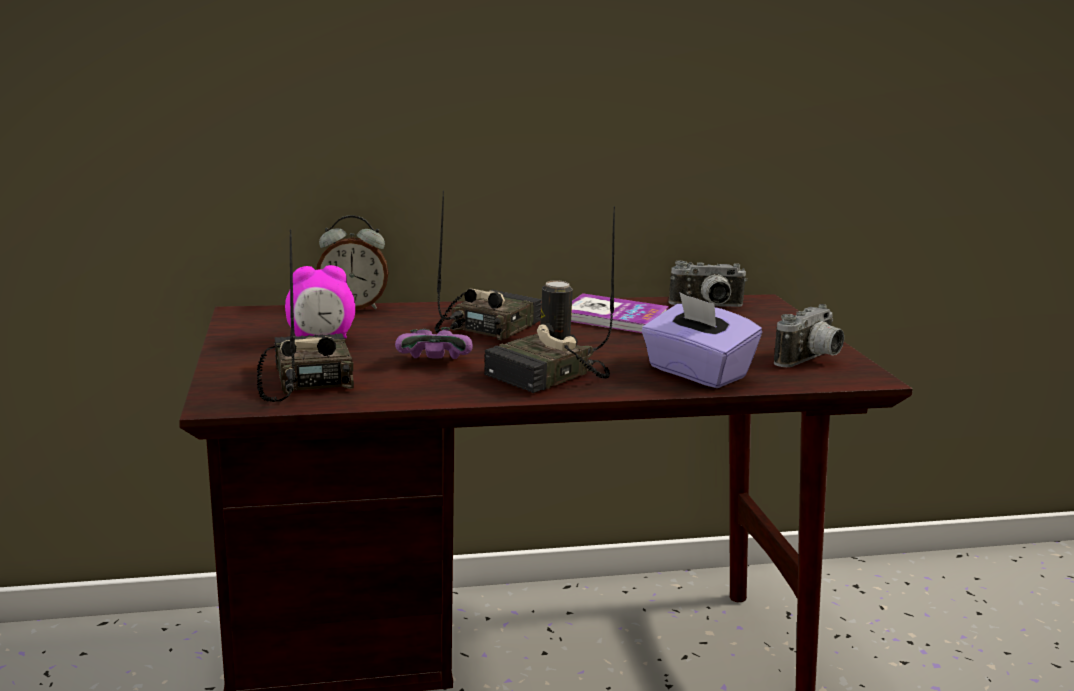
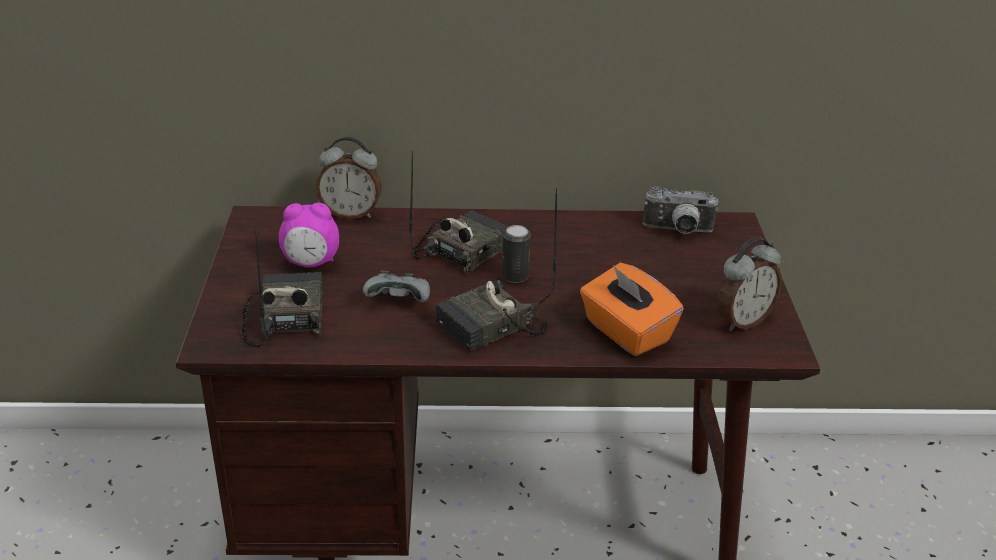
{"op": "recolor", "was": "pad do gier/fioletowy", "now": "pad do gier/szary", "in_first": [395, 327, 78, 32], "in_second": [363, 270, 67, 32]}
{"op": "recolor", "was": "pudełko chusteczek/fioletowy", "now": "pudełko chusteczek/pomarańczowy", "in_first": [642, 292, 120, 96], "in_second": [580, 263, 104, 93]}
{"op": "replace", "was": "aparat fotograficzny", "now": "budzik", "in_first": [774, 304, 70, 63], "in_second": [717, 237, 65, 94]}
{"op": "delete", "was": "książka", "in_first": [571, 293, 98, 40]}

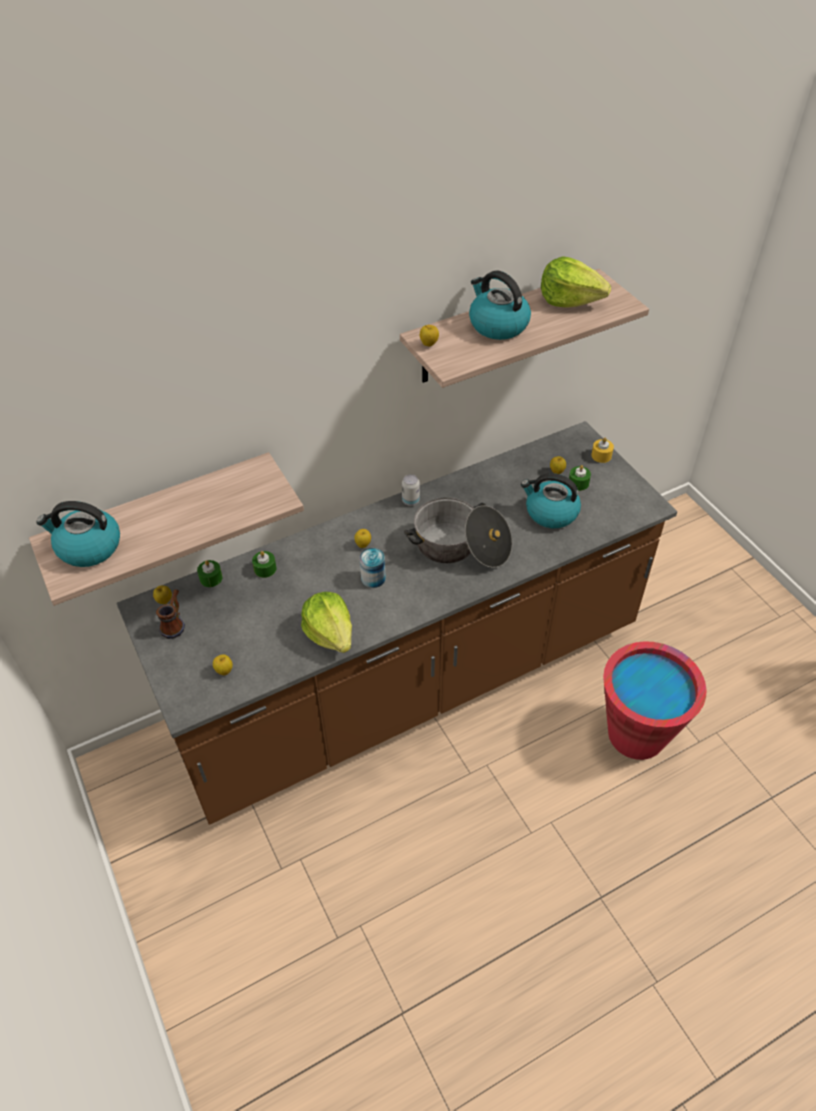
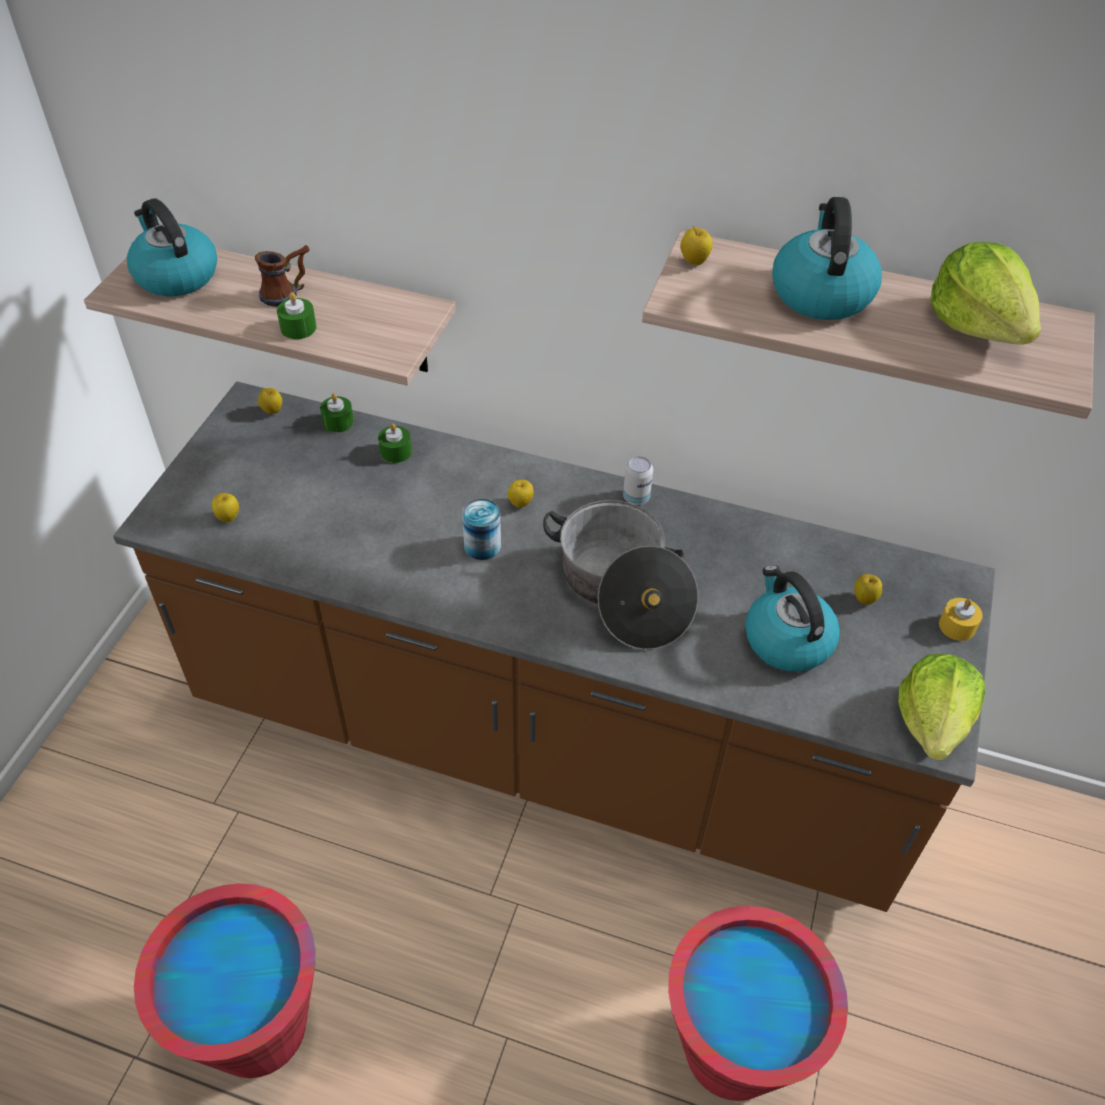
{"op": "insert", "now": "wiadro/czerwony", "in_second": [134, 883, 181, 195]}
{"op": "move", "was": "kubek", "in_first": [156, 589, 29, 50], "in_second": [255, 245, 55, 62]}
{"op": "move", "was": "świeca/zielony", "in_first": [569, 465, 22, 26], "in_second": [277, 292, 39, 47]}
{"op": "move", "was": "sałata", "in_first": [301, 592, 51, 61], "in_second": [898, 654, 87, 106]}

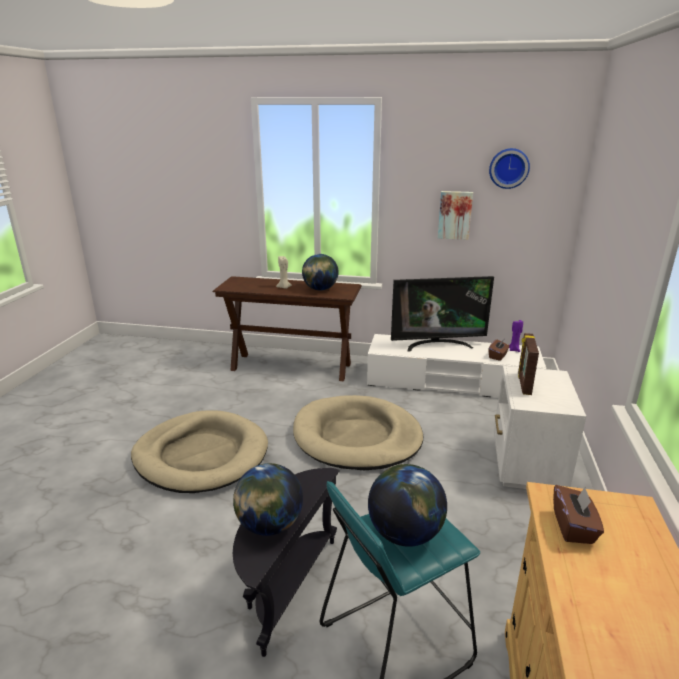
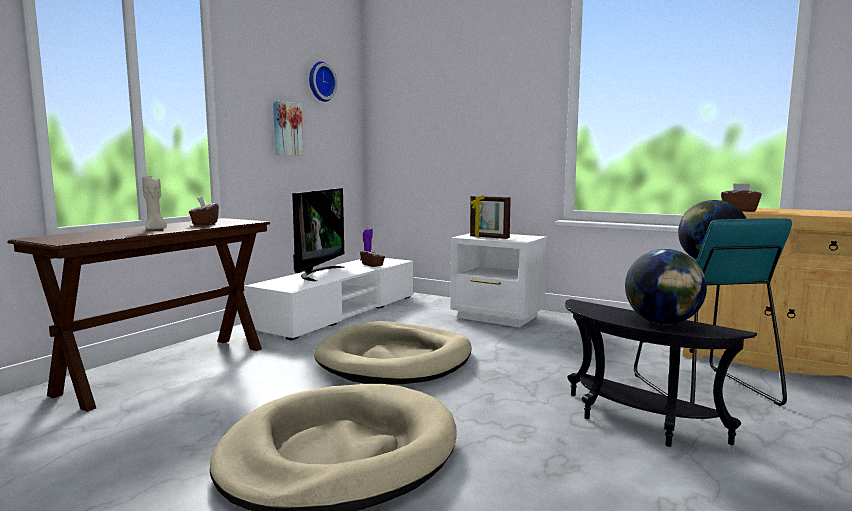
{"op": "replace", "was": "globus", "now": "pudełko chusteczek/brązowy", "in_first": [302, 254, 37, 37], "in_second": [189, 197, 30, 28]}

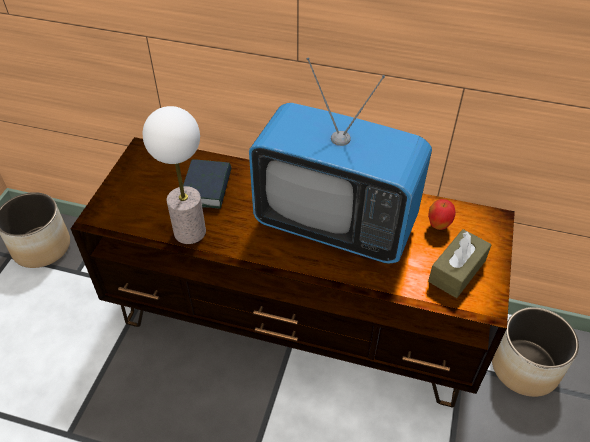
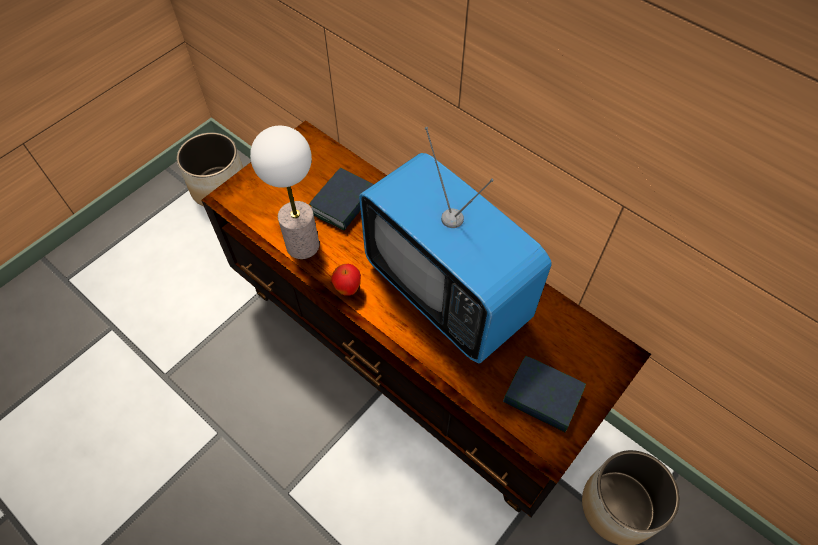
{"op": "move", "was": "jabłko", "in_first": [428, 199, 28, 31], "in_second": [331, 264, 30, 32]}
{"op": "replace", "was": "pudełko chusteczek/brązowy", "now": "książka", "in_first": [428, 229, 63, 69], "in_second": [503, 356, 83, 76]}

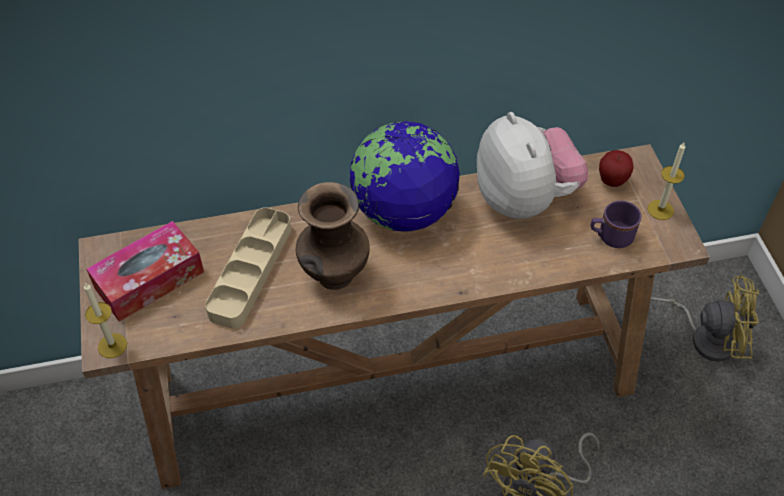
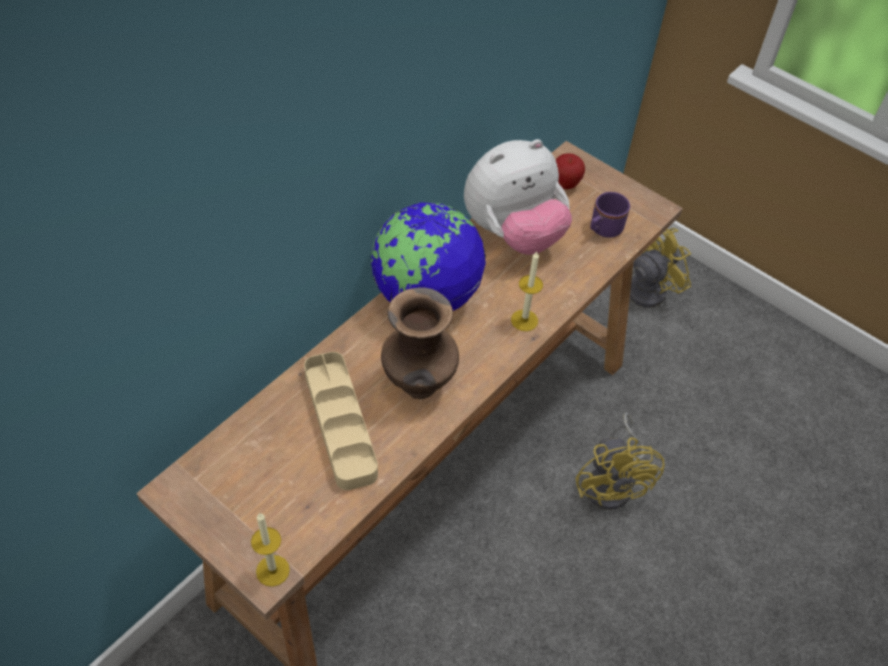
{"op": "rotate", "was": "pluszak", "in_first": [477, 112, 111, 107], "in_second": [464, 139, 108, 116], "clockwise": 120}
{"op": "move", "was": "świeca", "in_first": [647, 142, 38, 78], "in_second": [511, 252, 32, 79]}
{"op": "delete", "was": "pudełko chusteczek", "in_first": [86, 221, 118, 101]}

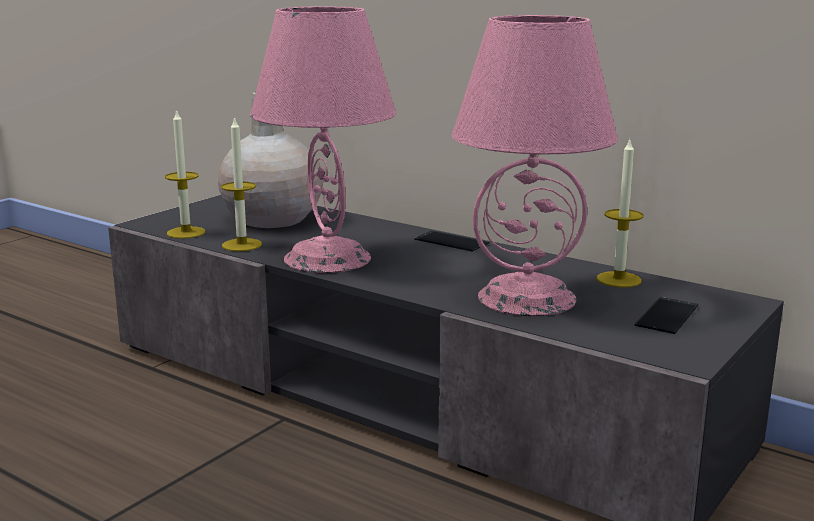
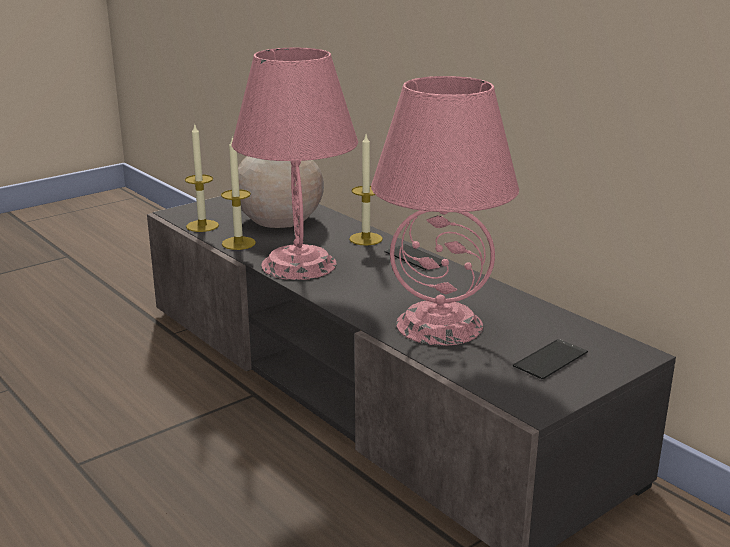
{"op": "move", "was": "świeca", "in_first": [597, 140, 47, 148], "in_second": [349, 135, 34, 110]}

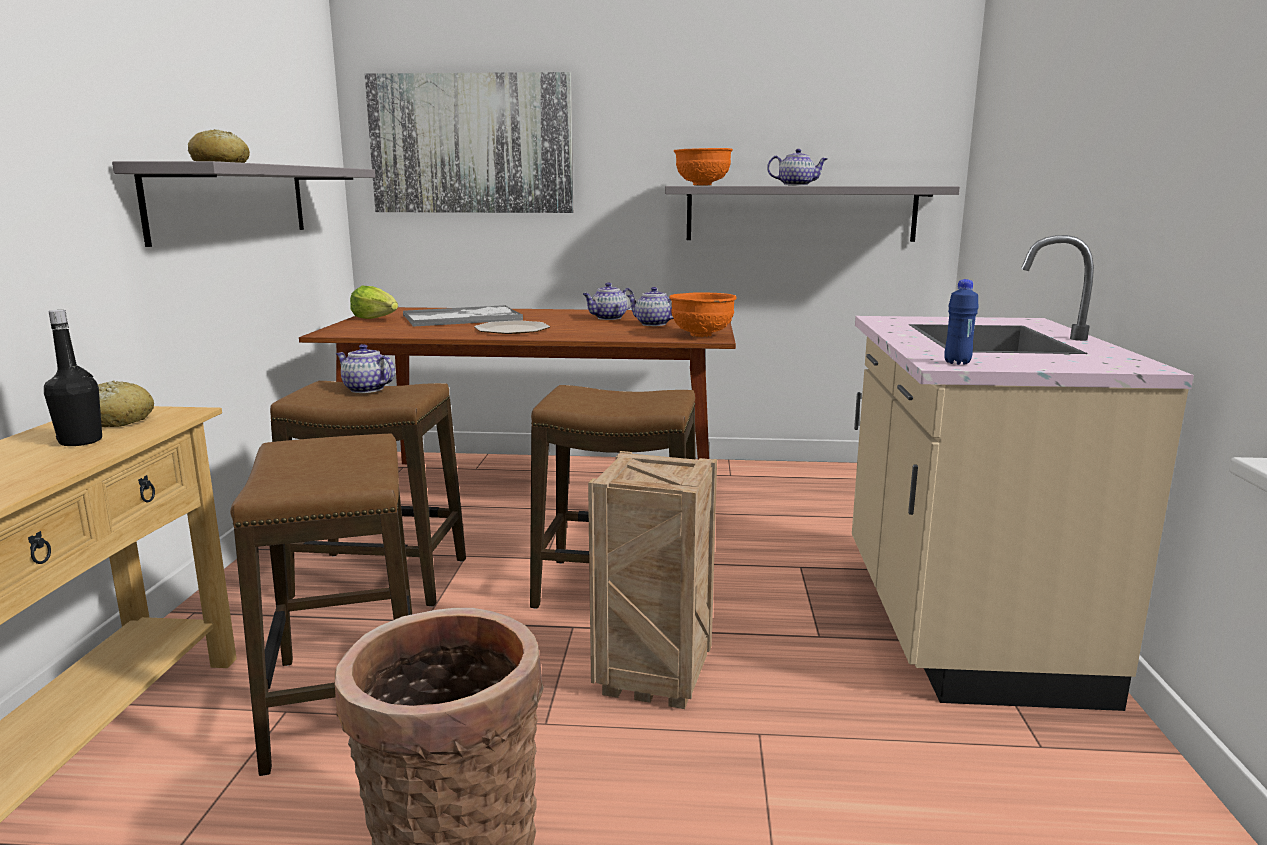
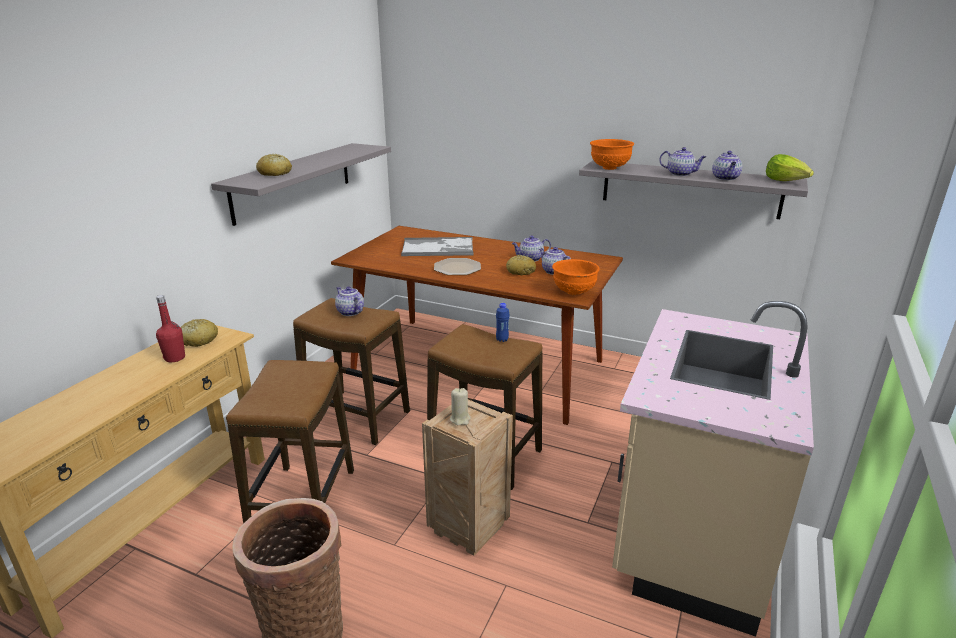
{"op": "recolor", "was": "butelka/czarny", "now": "butelka/czerwony", "in_first": [44, 310, 58, 136], "in_second": [156, 295, 29, 67]}
{"op": "insert", "now": "świeca/beżowy", "in_second": [450, 388, 21, 37]}
{"op": "move", "was": "butelka/niebieski", "in_first": [944, 279, 35, 86], "in_second": [496, 303, 14, 39]}
{"op": "insert", "now": "chleb", "in_second": [506, 255, 30, 20]}
{"op": "insert", "now": "imbryk", "in_second": [712, 151, 31, 30]}
{"op": "move", "was": "sałata", "in_first": [350, 286, 48, 33], "in_second": [766, 154, 48, 27]}
{"op": "delete", "was": "obraz", "in_first": [365, 72, 208, 141]}

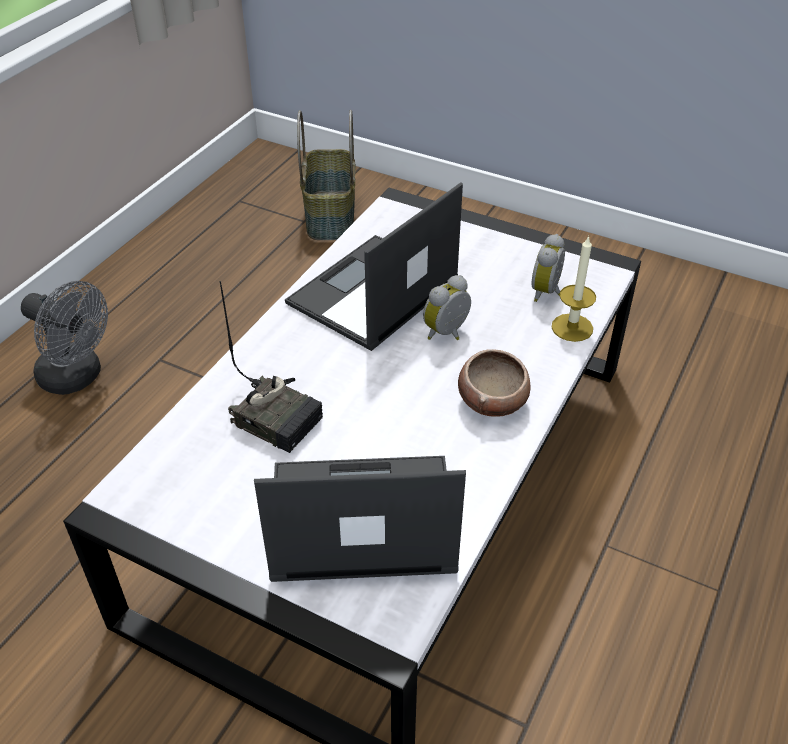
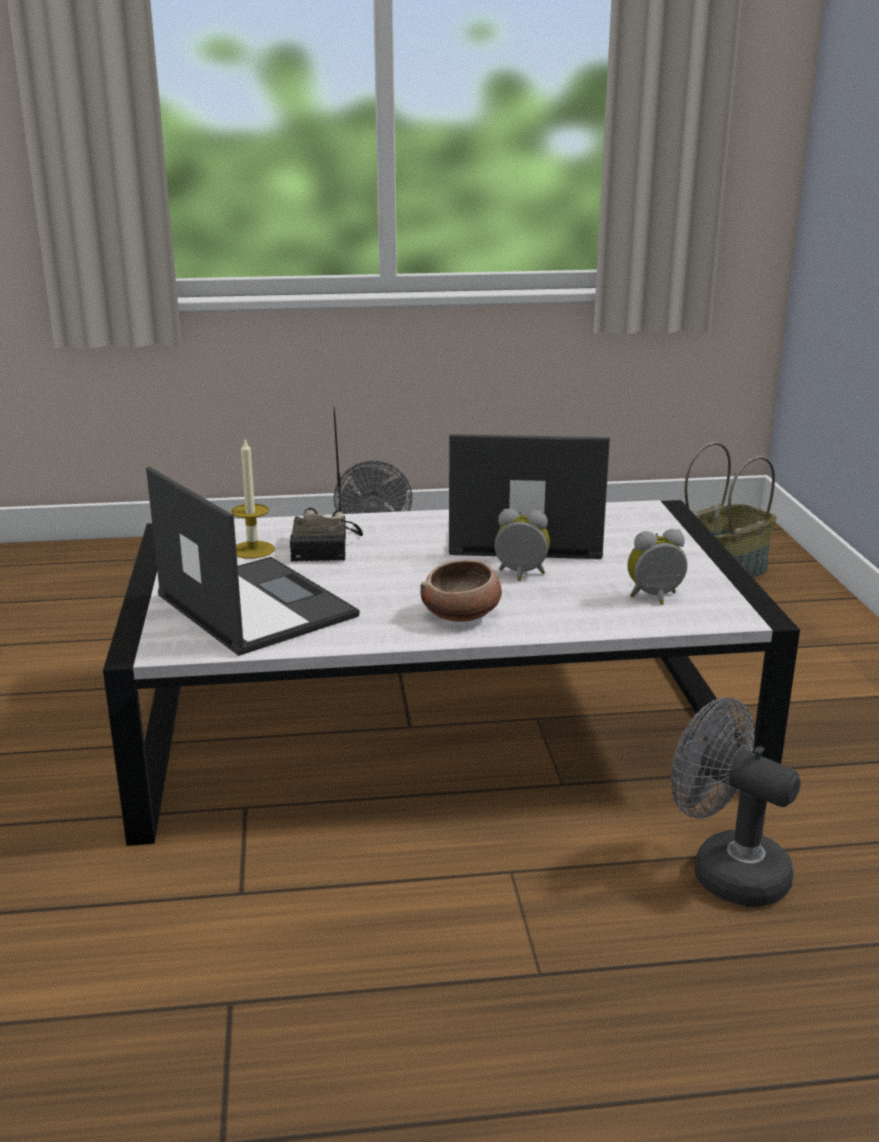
{"op": "move", "was": "świeca", "in_first": [551, 235, 45, 107], "in_second": [231, 440, 44, 119]}
{"op": "insert", "now": "wentylator/szary", "in_second": [671, 697, 130, 210]}

